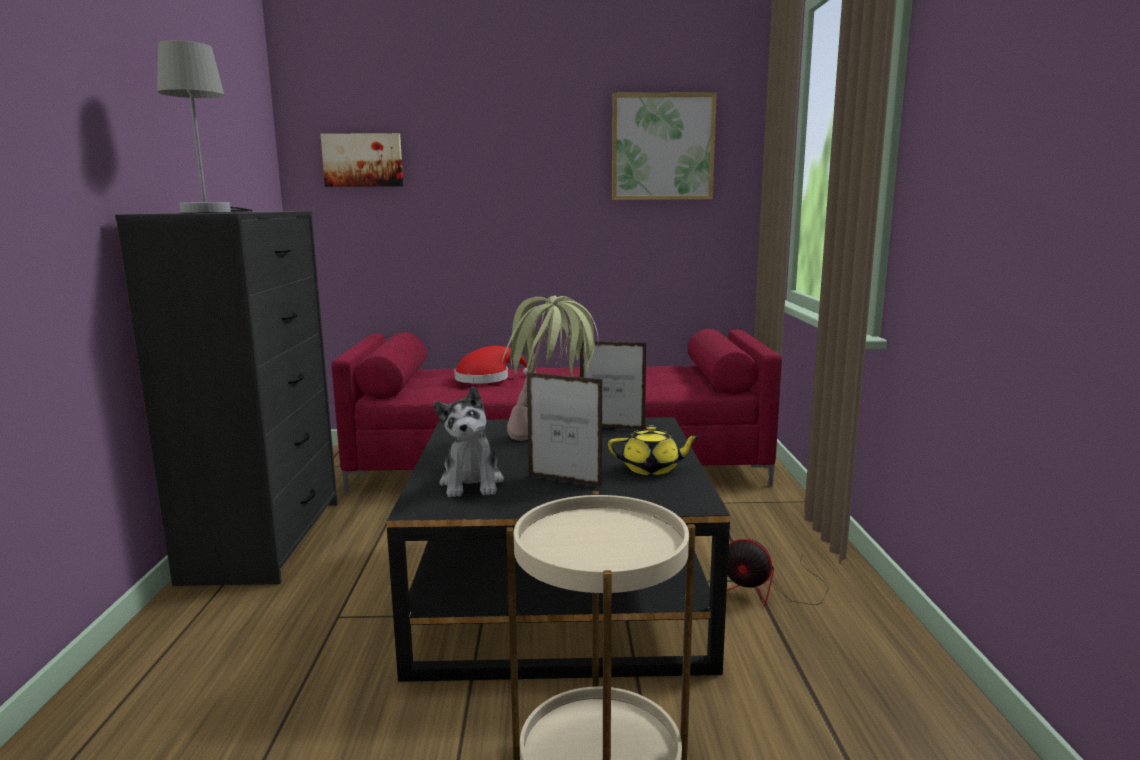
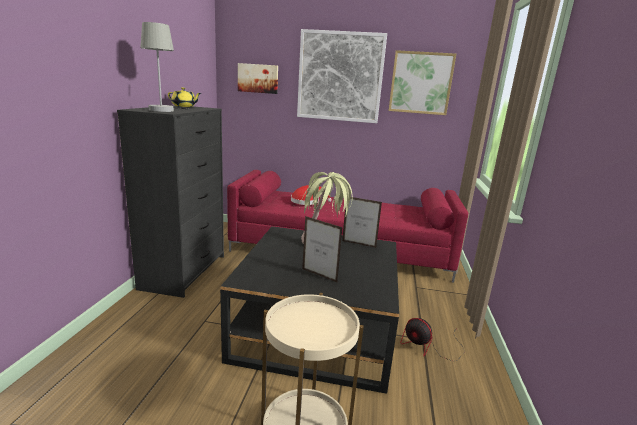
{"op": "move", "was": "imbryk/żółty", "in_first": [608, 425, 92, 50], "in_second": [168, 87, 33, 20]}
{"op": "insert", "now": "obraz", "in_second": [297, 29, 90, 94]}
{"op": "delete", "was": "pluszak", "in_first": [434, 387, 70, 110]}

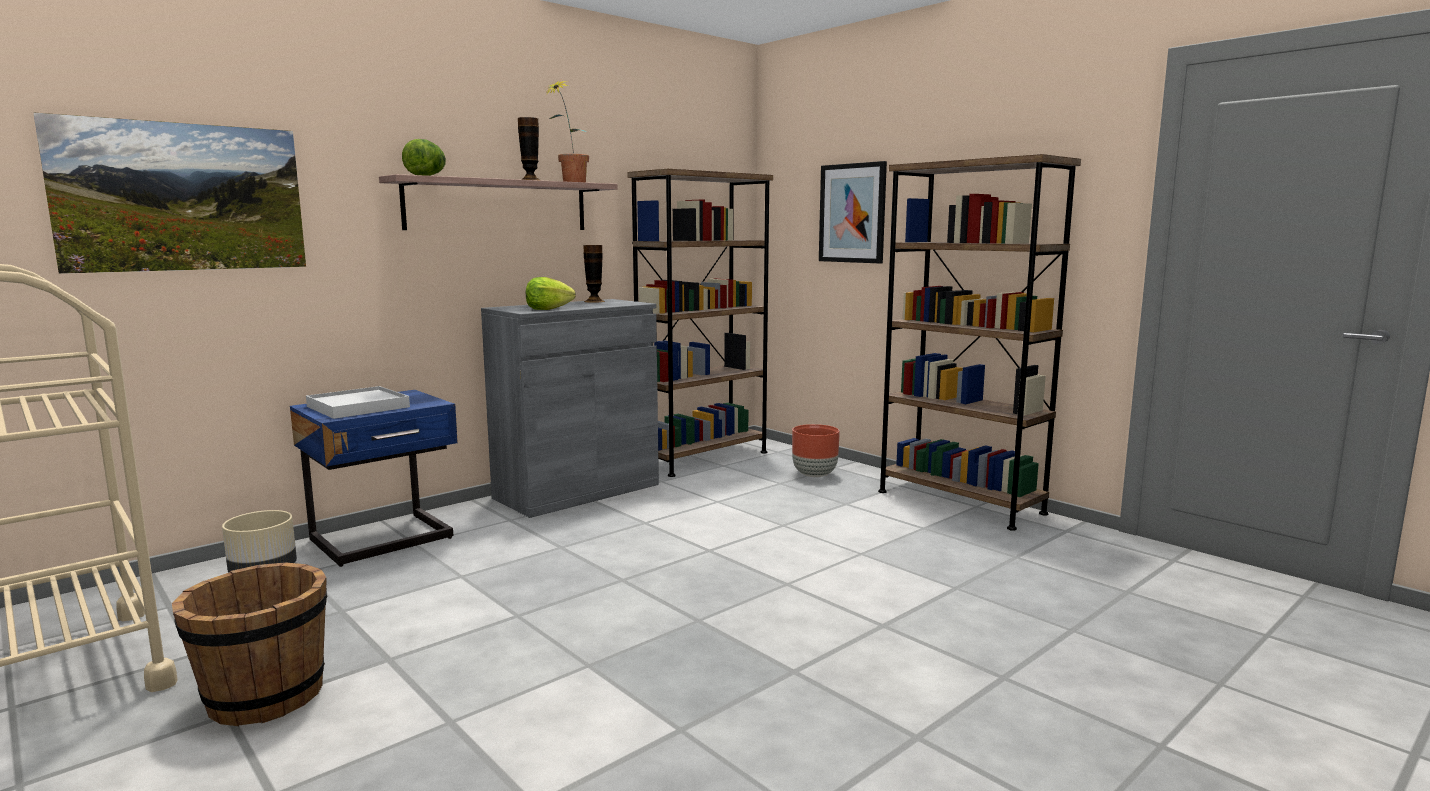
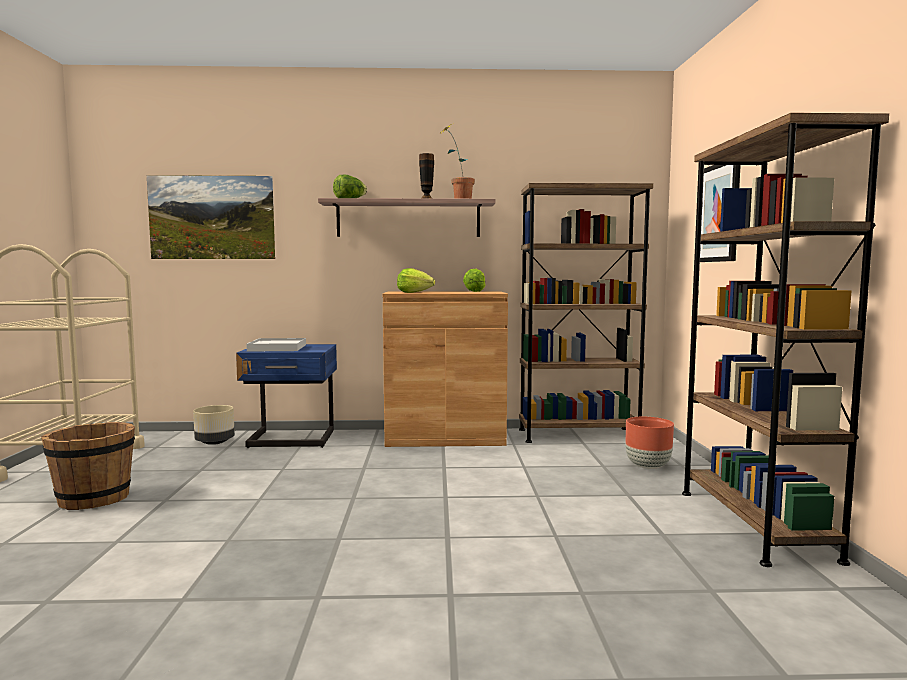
{"op": "recolor", "was": "szafka/szary", "now": "szafka/brązowy", "in_first": [481, 299, 178, 219], "in_second": [383, 291, 125, 156]}
{"op": "replace", "was": "wazon", "now": "sałata", "in_first": [583, 245, 22, 58], "in_second": [463, 268, 22, 24]}

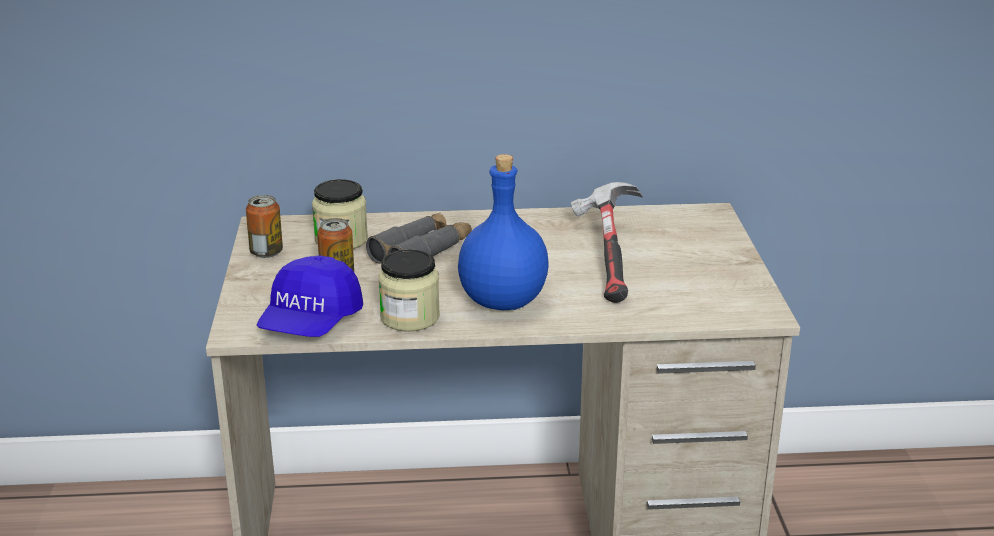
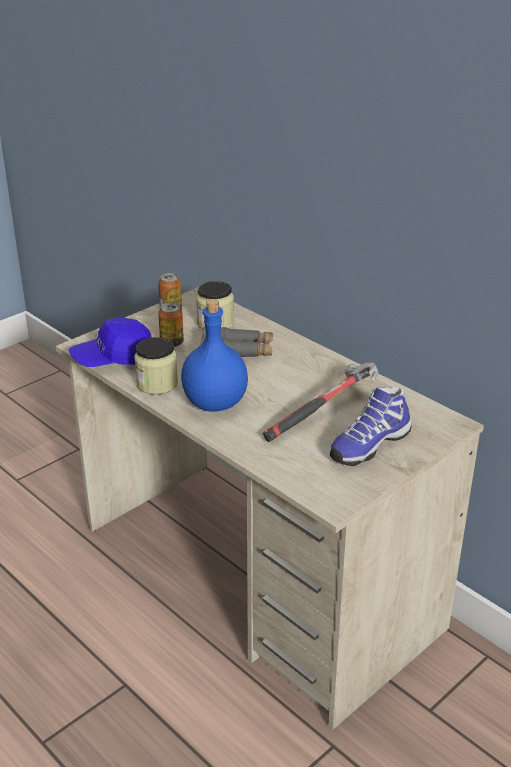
{"op": "insert", "now": "but", "in_second": [330, 387, 82, 79]}

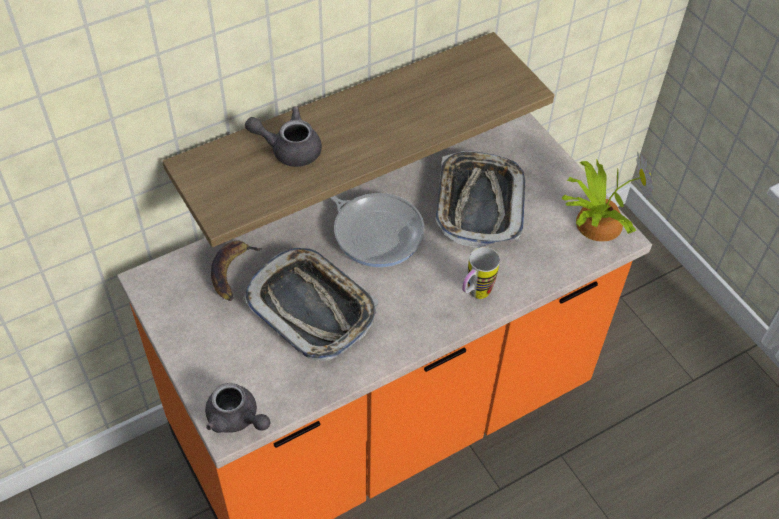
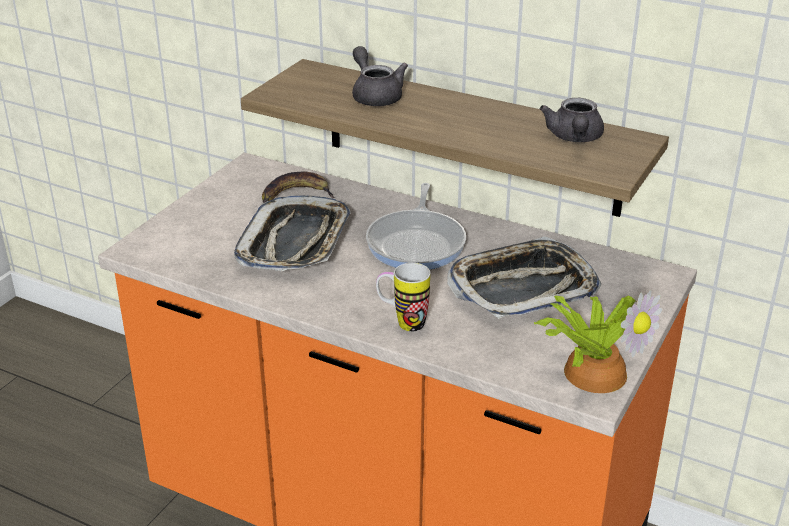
{"op": "move", "was": "imbryk/szary", "in_first": [205, 383, 65, 50], "in_second": [539, 98, 65, 44]}

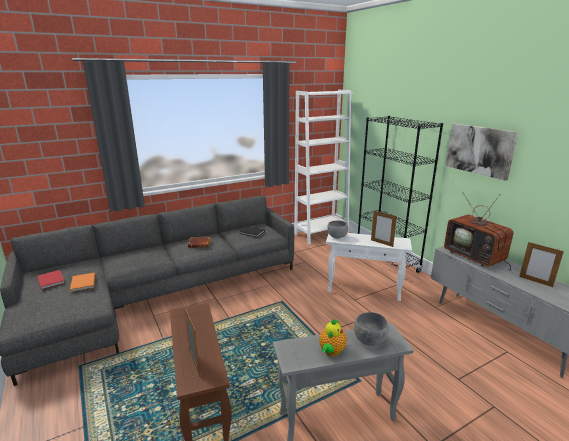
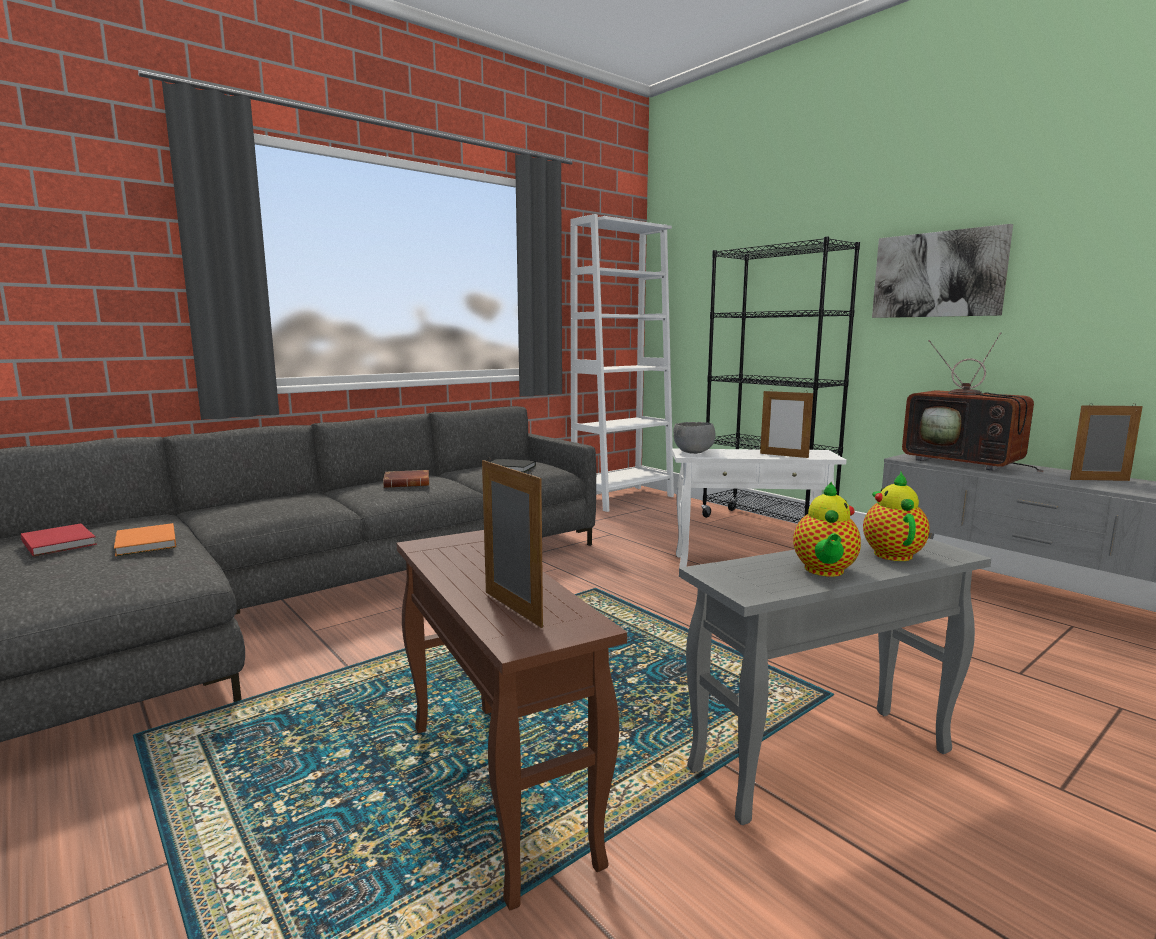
{"op": "replace", "was": "miska/szary", "now": "imbryk", "in_first": [354, 312, 35, 34], "in_second": [863, 472, 67, 89]}
{"op": "rotate", "was": "ramka na zdjęcie", "in_first": [519, 242, 45, 45], "in_second": [1070, 403, 73, 78], "clockwise": 150}

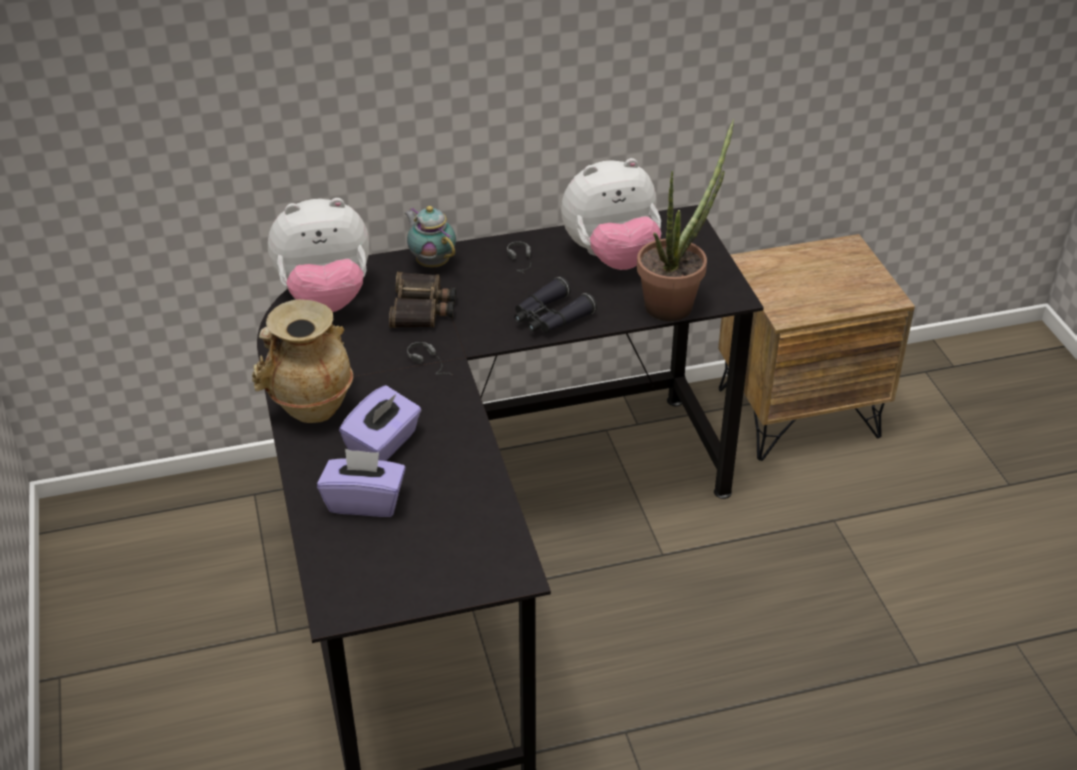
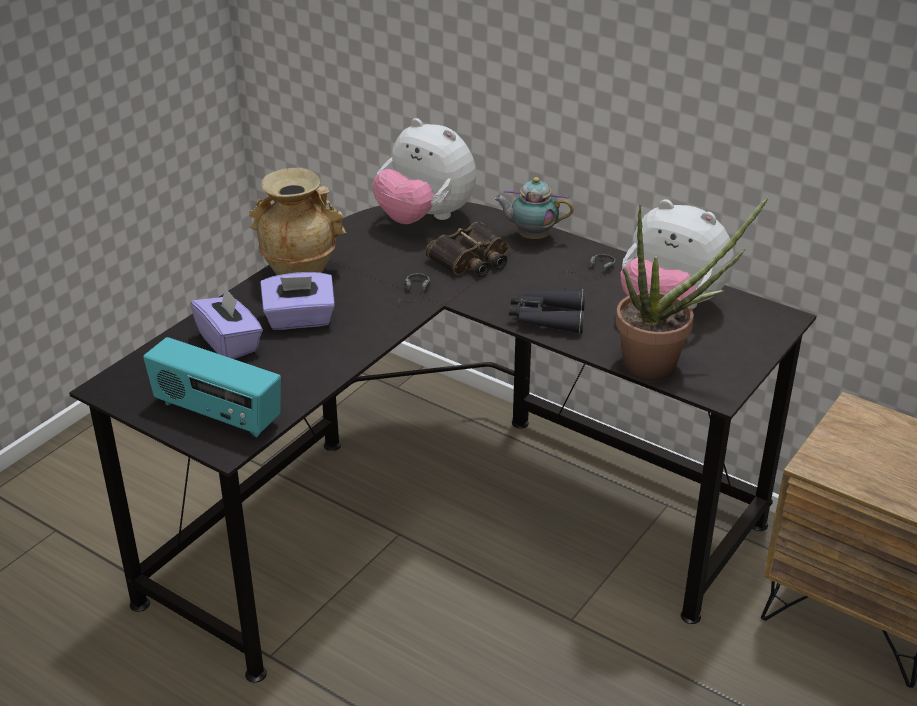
{"op": "insert", "now": "radio", "in_second": [143, 337, 138, 100]}
{"op": "rotate", "was": "imbryk", "in_first": [405, 206, 51, 61], "in_second": [494, 177, 80, 62], "clockwise": -90}

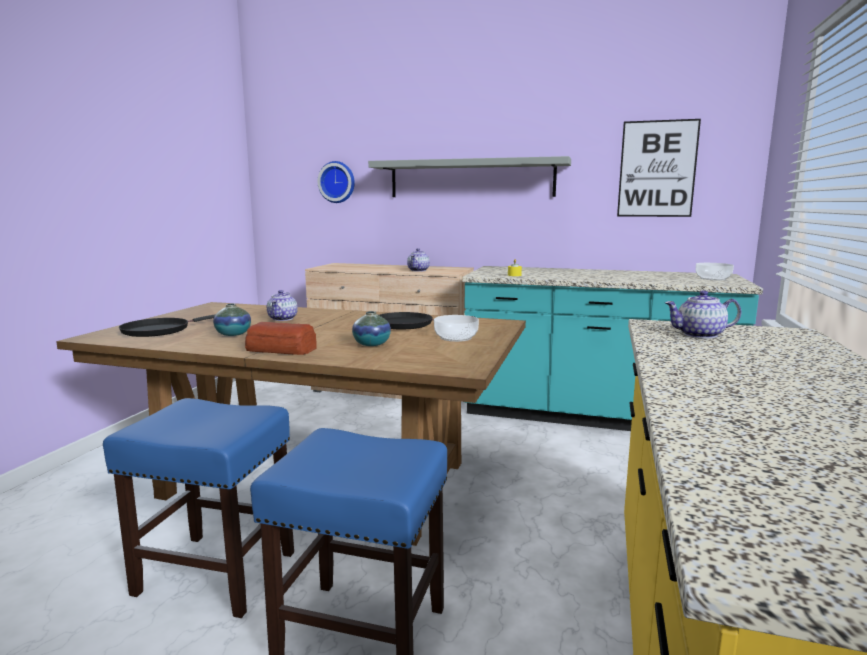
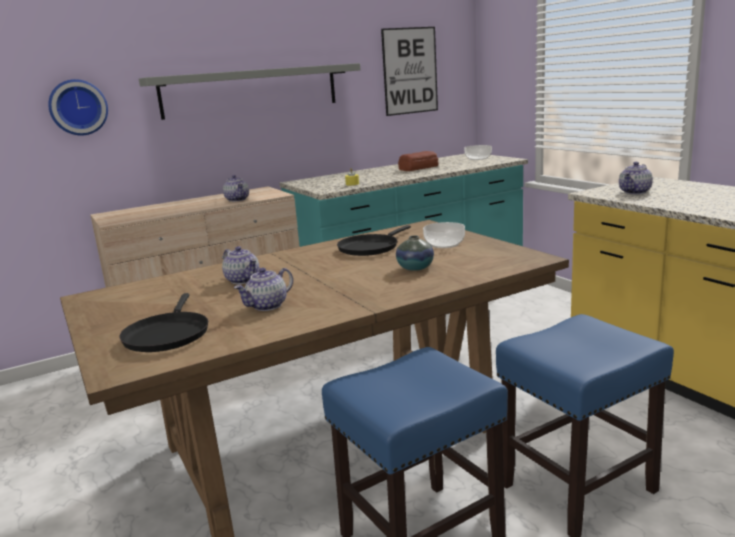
{"op": "replace", "was": "wazon", "now": "imbryk", "in_first": [213, 304, 38, 32], "in_second": [234, 268, 59, 43]}
{"op": "move", "was": "chleb", "in_first": [245, 322, 72, 33], "in_second": [398, 151, 41, 20]}

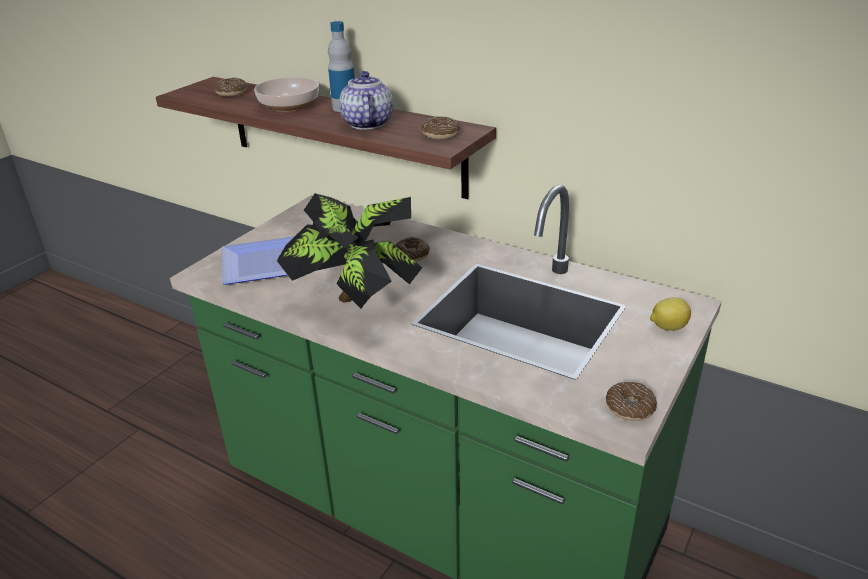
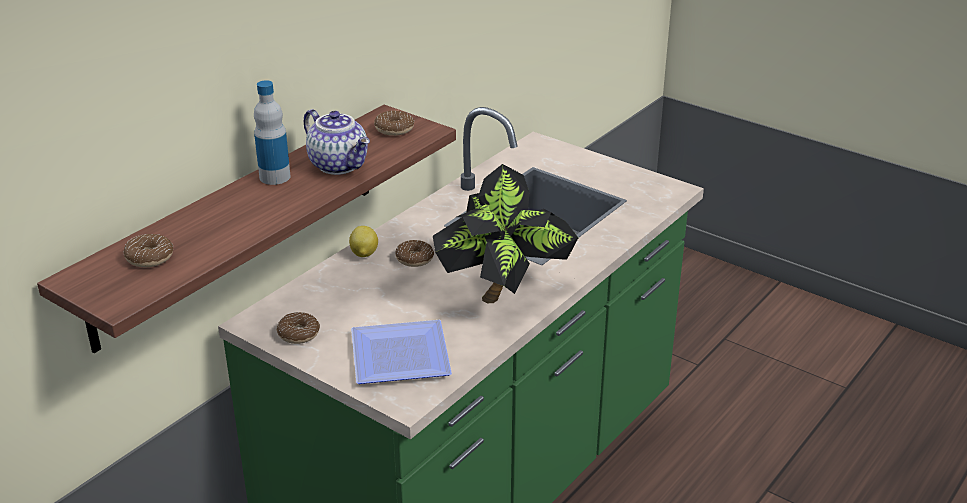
{"op": "move", "was": "donut", "in_first": [606, 382, 51, 39], "in_second": [277, 312, 43, 32]}
{"op": "rotate", "was": "imbryk", "in_first": [339, 71, 54, 59], "in_second": [304, 109, 66, 66], "clockwise": -135}
{"op": "move", "was": "cytryna", "in_first": [650, 297, 41, 34], "in_second": [349, 226, 29, 31]}
{"op": "delete", "was": "miska", "in_first": [254, 77, 65, 35]}

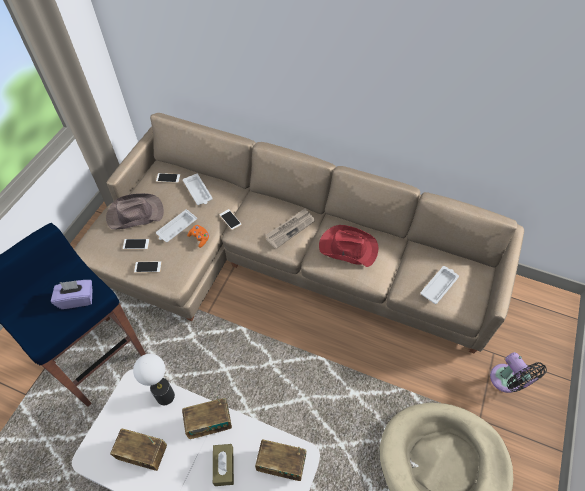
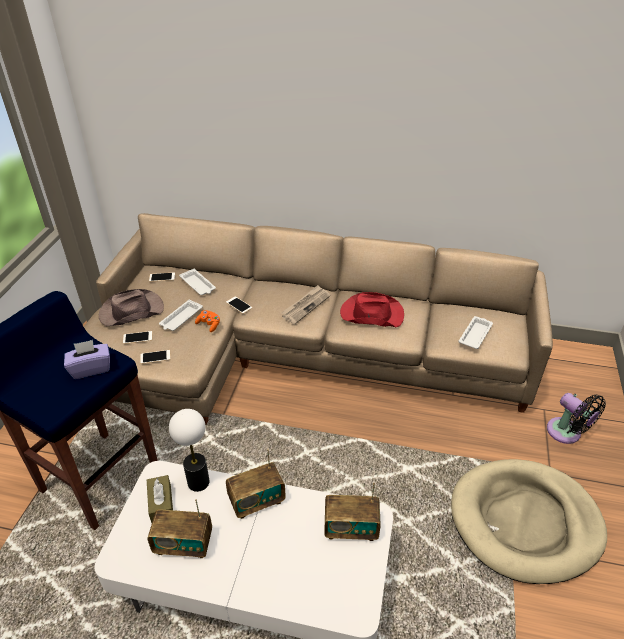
{"op": "move", "was": "pudełko chusteczek/brązowy", "in_first": [213, 444, 21, 42], "in_second": [147, 475, 26, 48]}

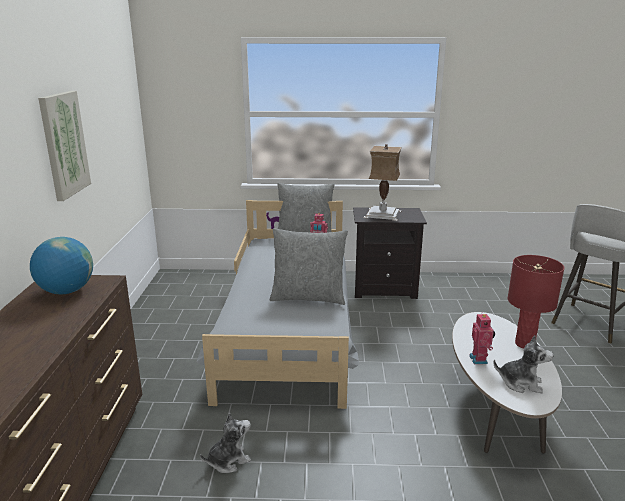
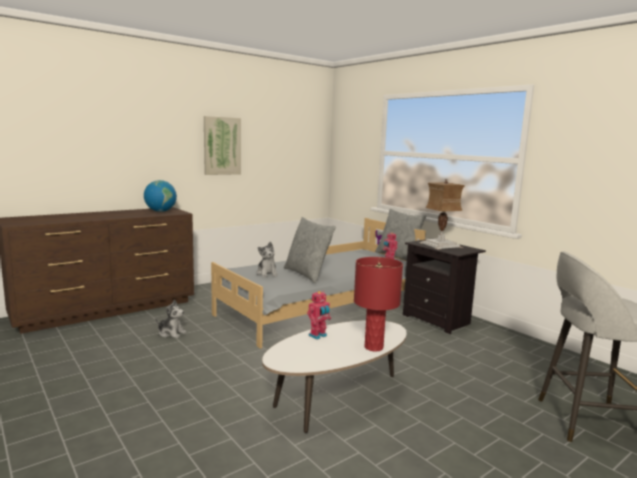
{"op": "move", "was": "pluszak", "in_first": [493, 335, 61, 58], "in_second": [256, 242, 22, 36]}

